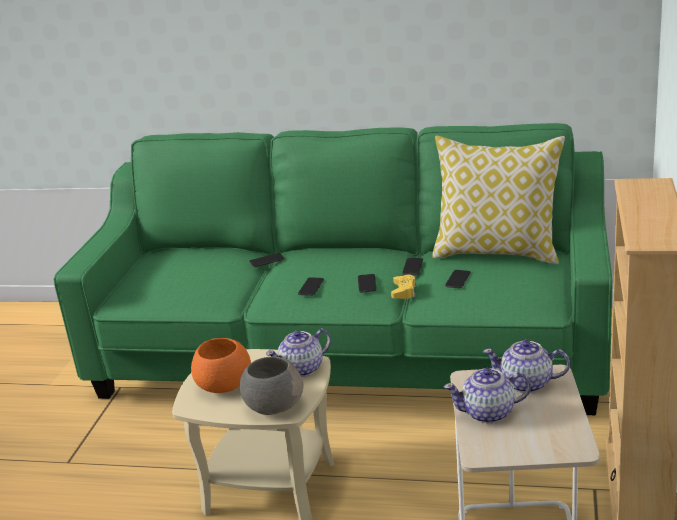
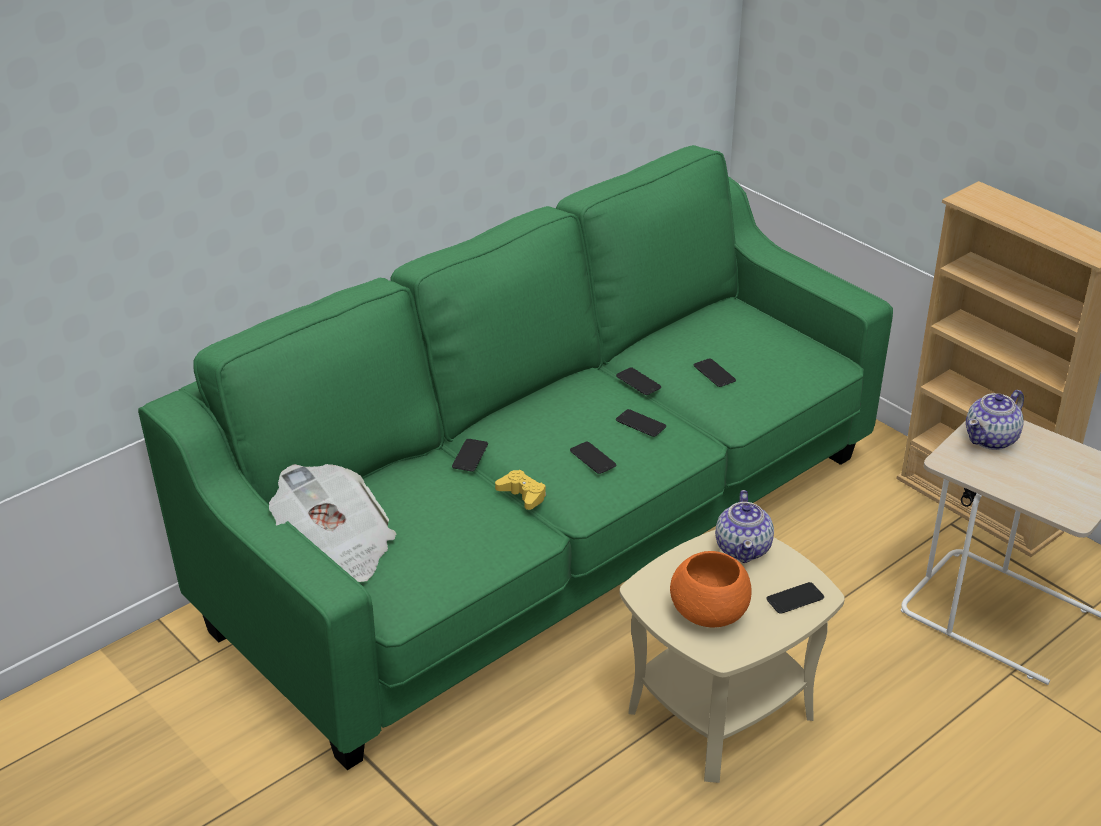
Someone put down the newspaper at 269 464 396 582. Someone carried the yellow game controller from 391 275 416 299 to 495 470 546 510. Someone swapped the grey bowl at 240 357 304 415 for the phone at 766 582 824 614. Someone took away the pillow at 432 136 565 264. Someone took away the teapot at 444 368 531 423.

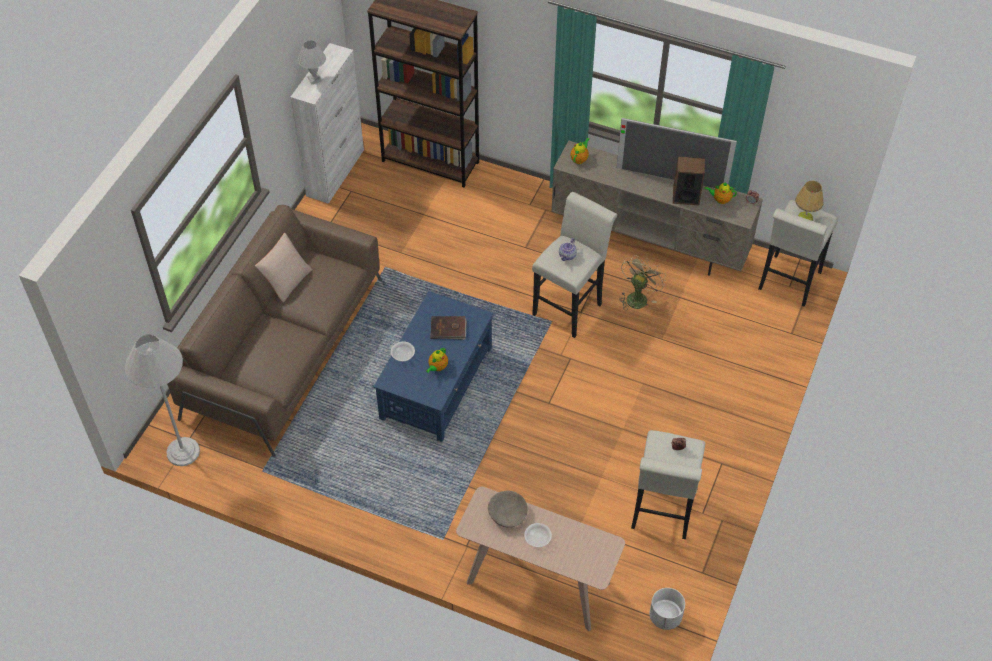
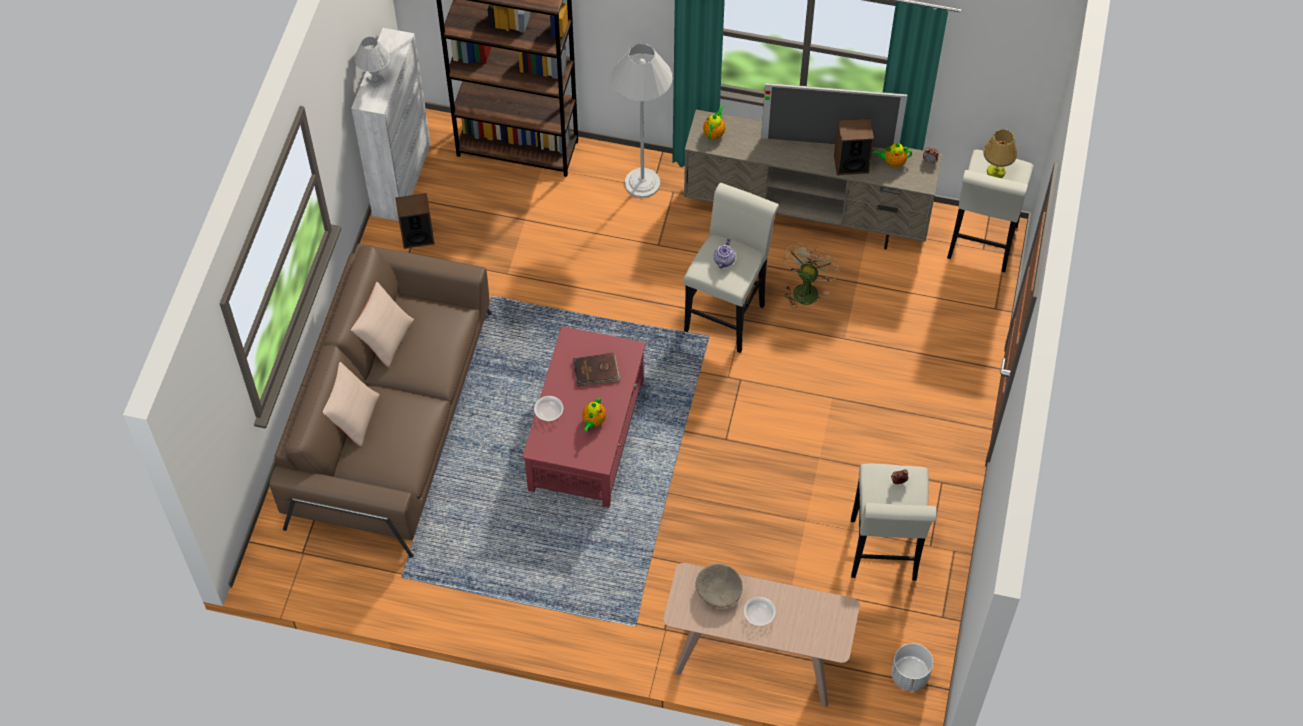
Someone put down the beige pillow at 323 362 380 446. Someone put down the speaker at 396 193 434 249. Someone repainted the blue coffee table at 373 291 493 442, which became the red coffee table at 522 326 646 507. Someone carried the white floor lamp from 125 334 200 466 to 611 43 672 198.

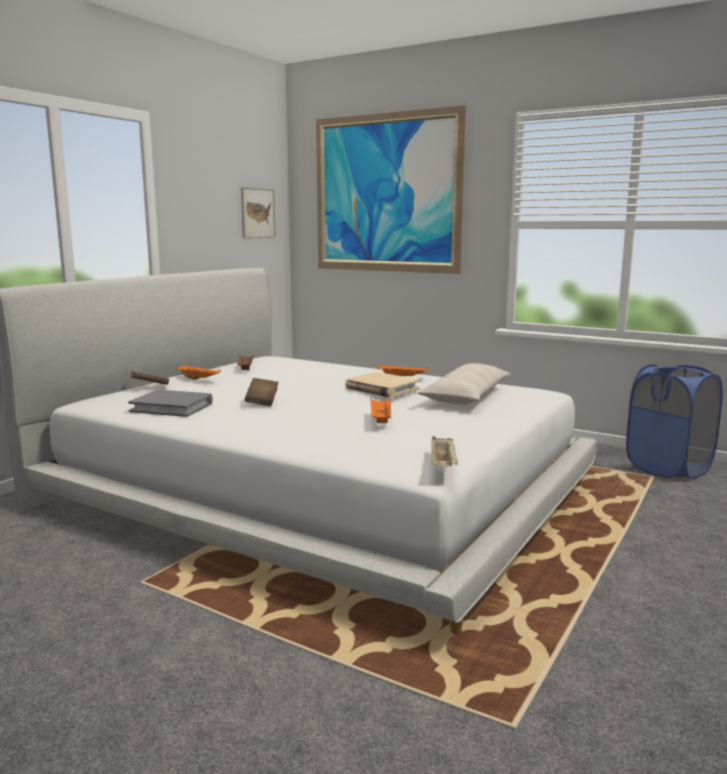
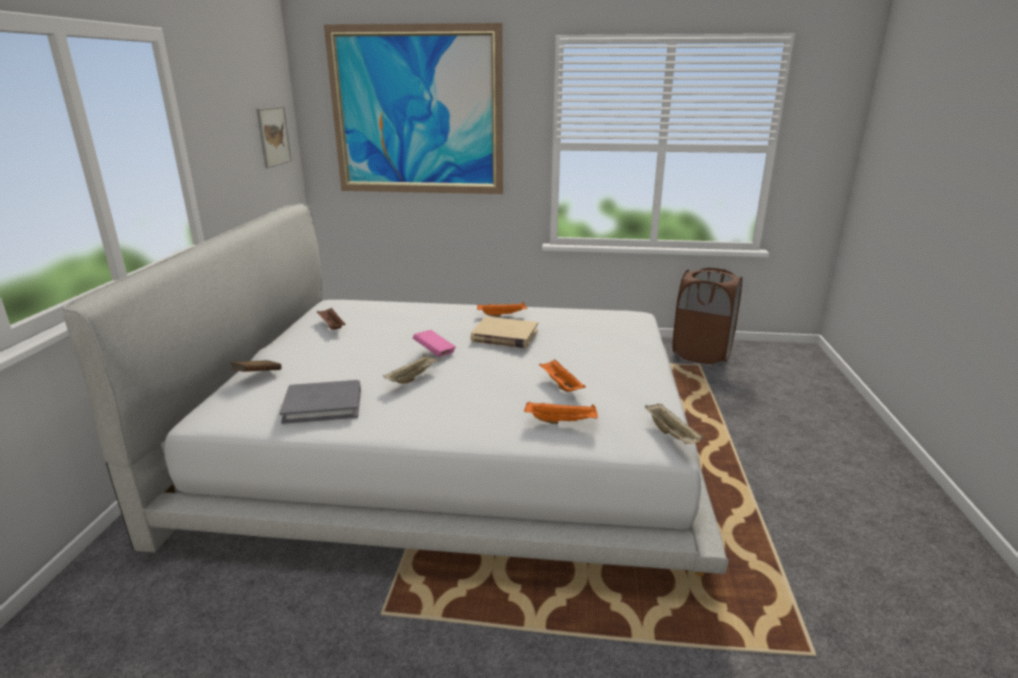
Someone swapped the brown book at 245 378 279 406 for the beige tray at 383 354 441 384. Someone put down the pink book at 413 330 456 357. Someone carried the orange tray from 176 365 221 380 to 524 402 598 424. Someone repainted the blue laundry basket at 626 364 723 479, which became the brown laundry basket at 673 268 742 364. Someone took away the beige pillow at 417 363 511 405.

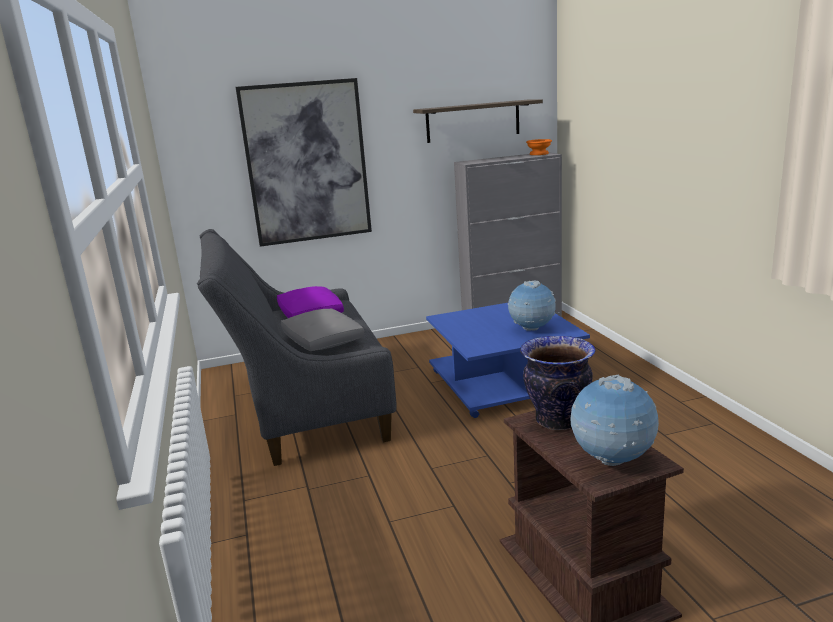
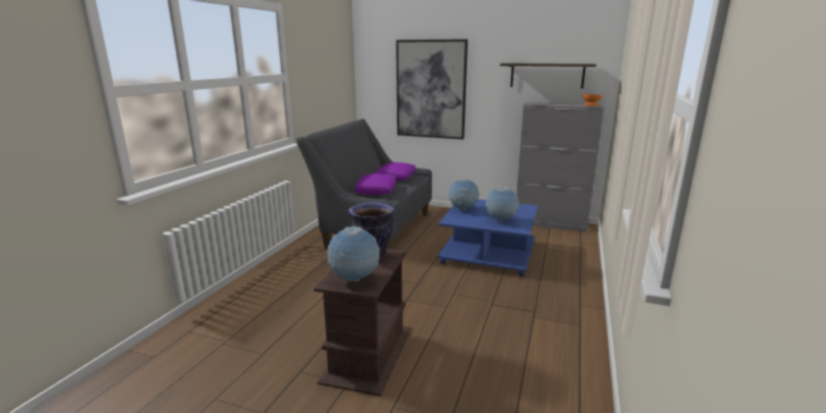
Someone repainted the grey pillow at 281 309 365 351, which became the purple pillow at 355 173 396 195. Someone put down the globe at 449 178 479 210.

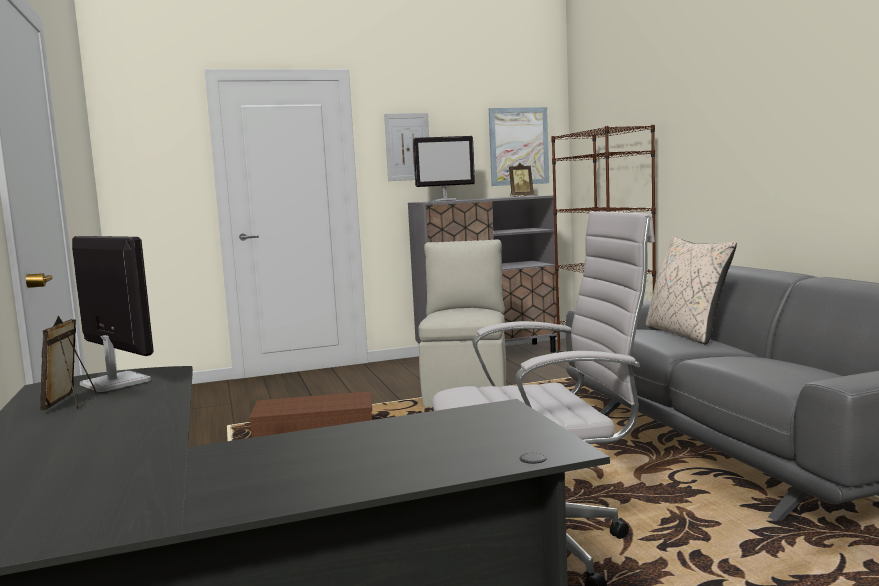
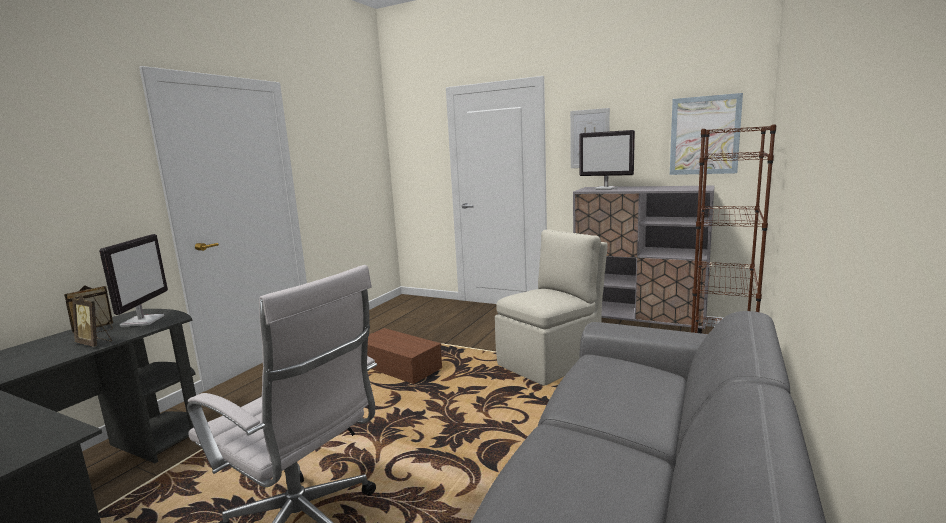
Someone carried the picture frame from 509 163 534 197 to 72 295 112 347. Someone took away the beige pillow at 646 236 737 345.

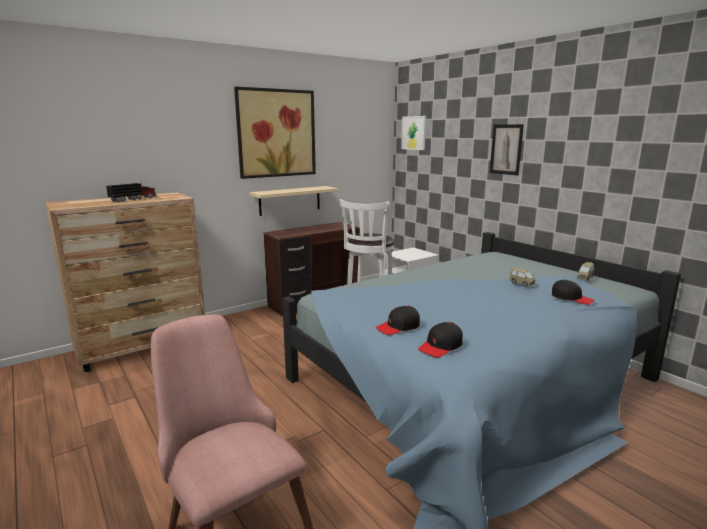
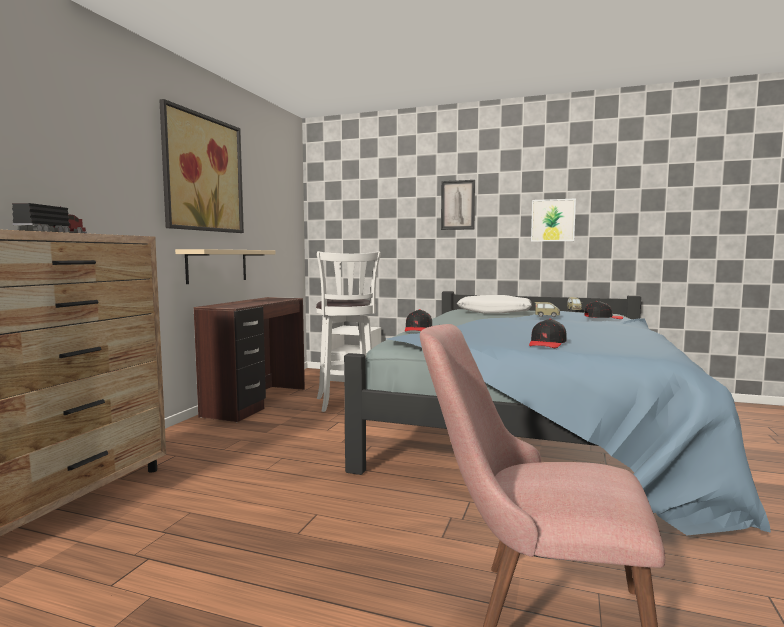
Someone carried the black cap from 418 322 463 358 to 405 309 432 331. Someone put down the white pillow at 457 295 532 314. Someone carried the picture from 401 116 426 150 to 531 199 576 242.

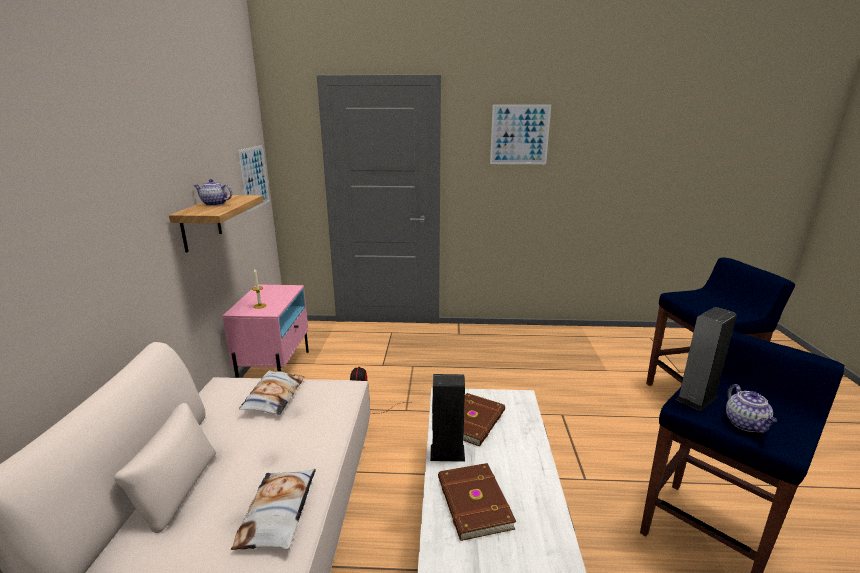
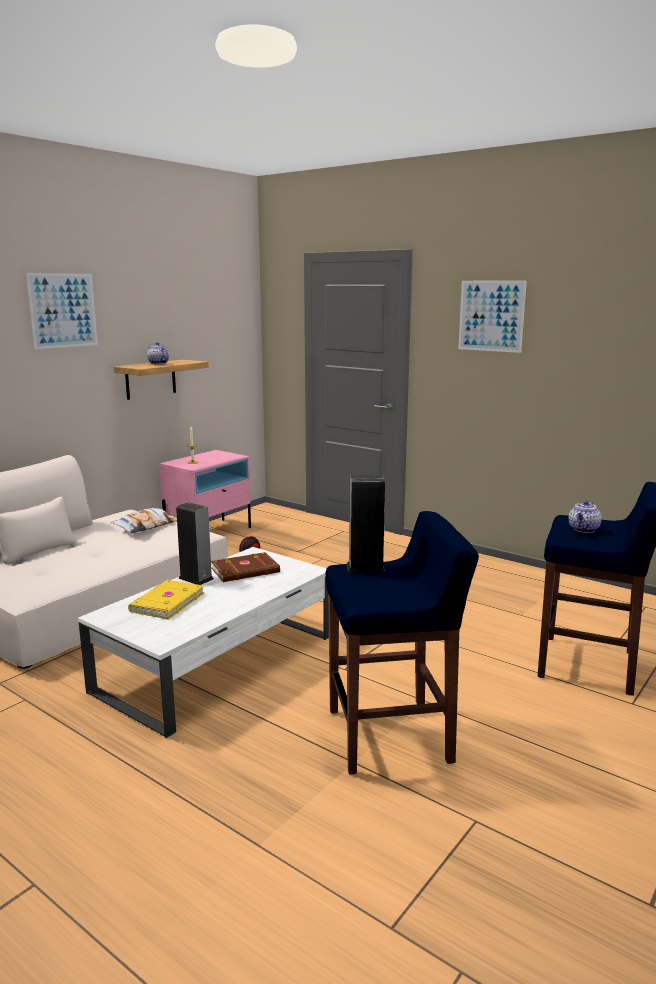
Someone carried the picture from 238 145 270 213 to 26 273 98 349. Someone repainted the brown book at 438 463 516 541, which became the yellow book at 128 580 204 620. Someone carried the teapot from 726 384 777 433 to 569 500 602 533. Someone took away the pillow at 231 469 316 550.

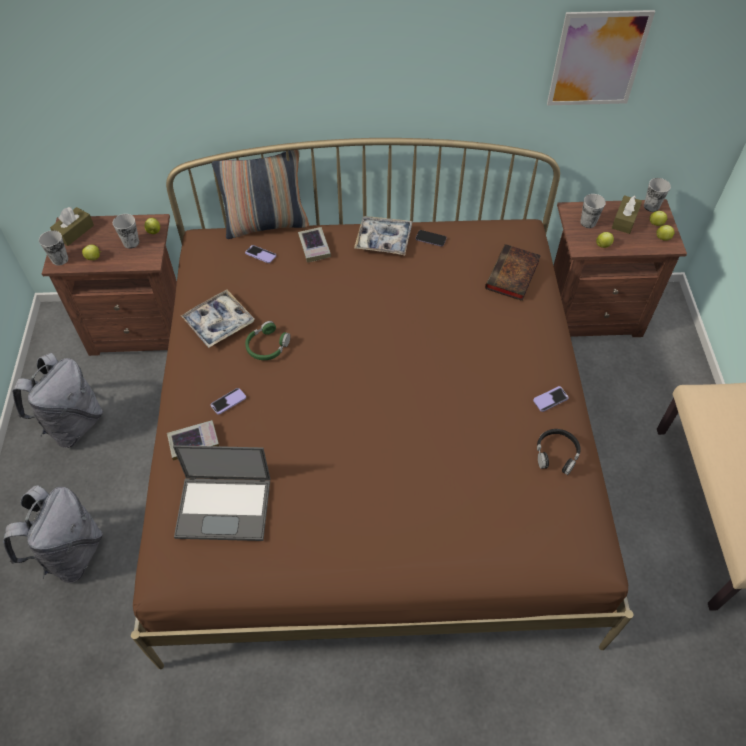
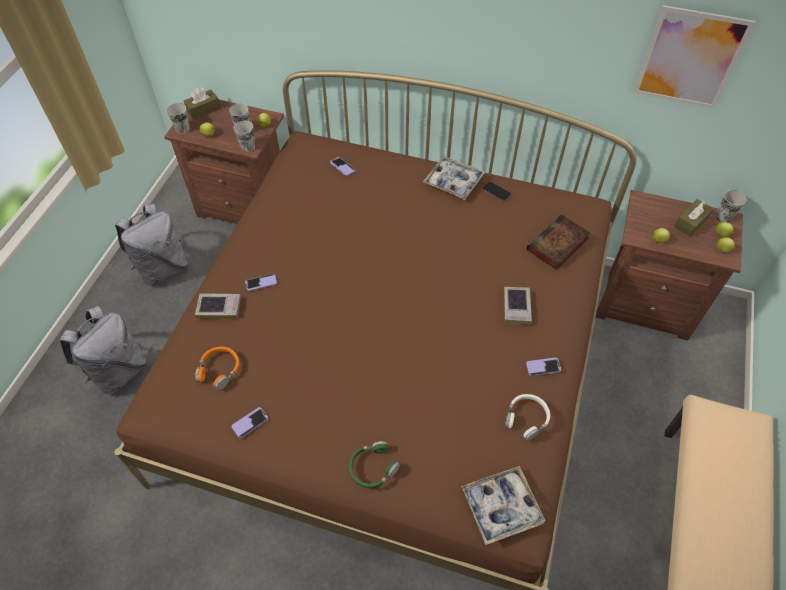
Someone swapped the laptop at 173 445 271 541 for the orange headphones at 195 347 240 390. Someone put down the phone at 232 407 268 438. Someone carried the cup from 581 194 606 228 to 234 121 255 152. Someone carried the green headphones from 245 321 291 360 to 349 441 400 488. Someone carried the tray from 181 289 255 348 to 461 466 545 545. Someone carried the book from 298 227 331 263 to 504 287 532 324. Someone repainted the black headphones at 537 429 581 475, which became the white headphones at 505 394 550 441. Someone took away the pillow at 212 150 309 239.

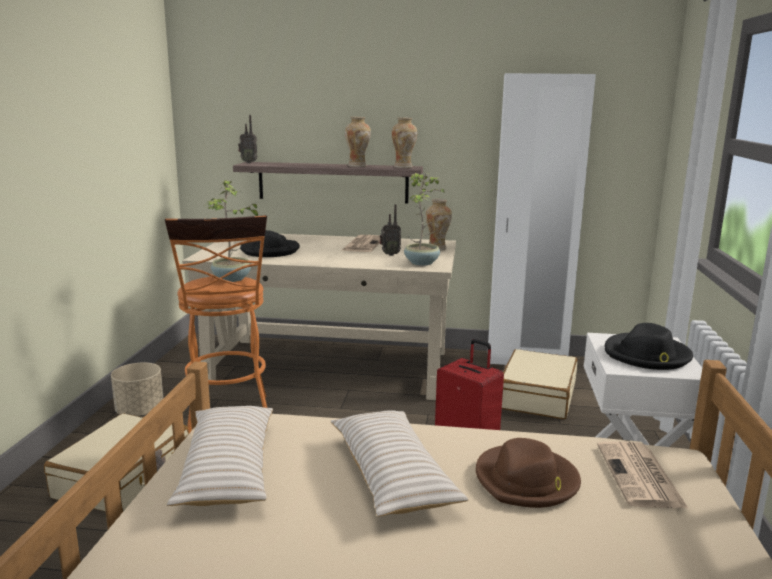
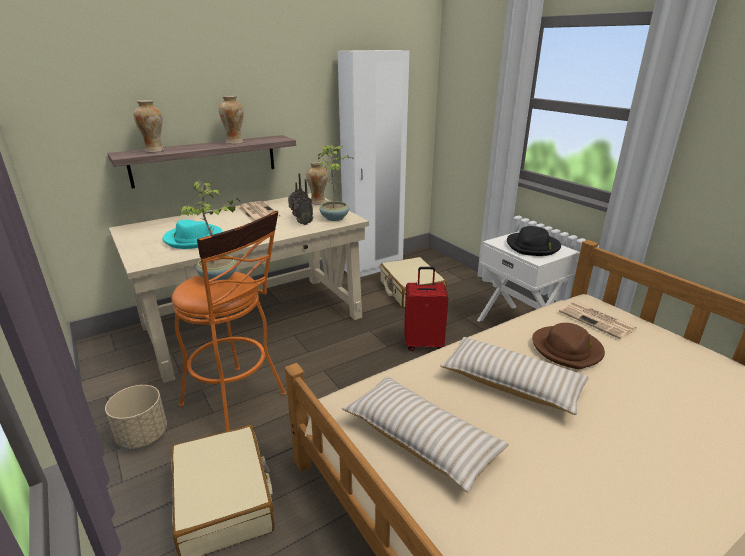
Someone carried the vase from 392 117 417 168 to 134 100 164 153. Someone repainted the black hat at 240 230 300 257, which became the turquoise hat at 163 220 223 249. Someone carried the radio from 238 115 258 163 to 294 179 313 225.

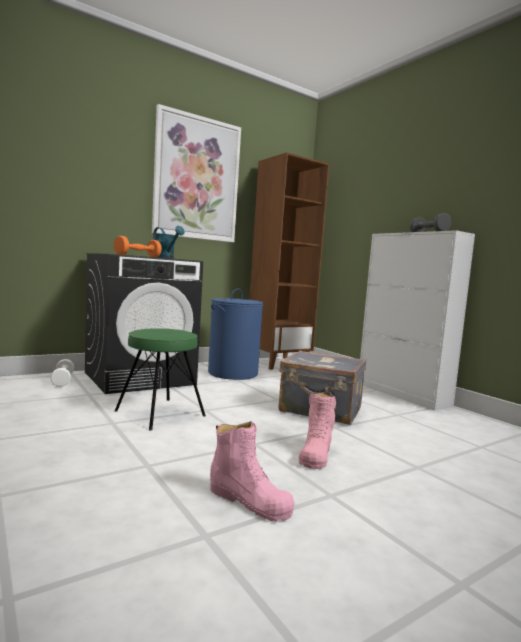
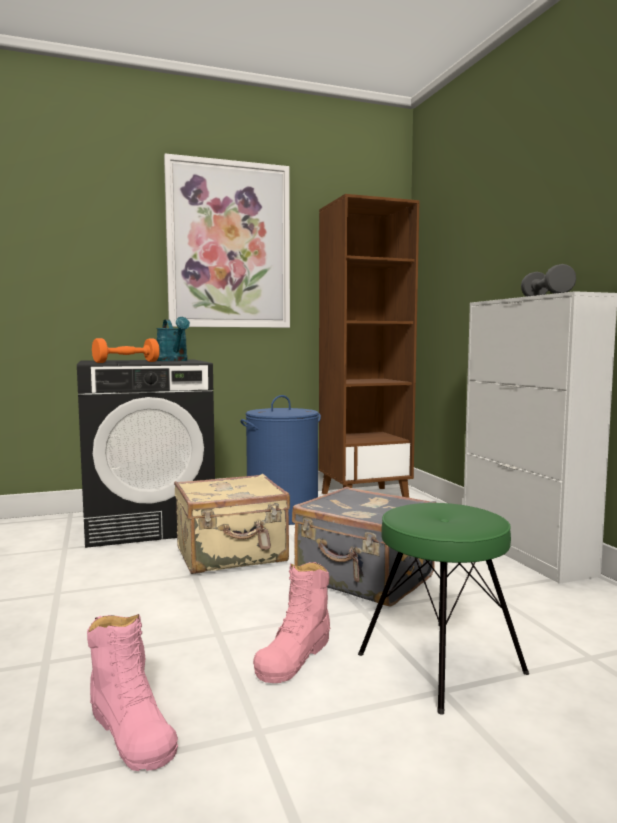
Someone put down the beige suitcase at 174 474 290 574. Someone carried the green stool from 115 328 206 430 to 358 503 529 715. Someone took away the white dumbbell at 51 359 74 387.

